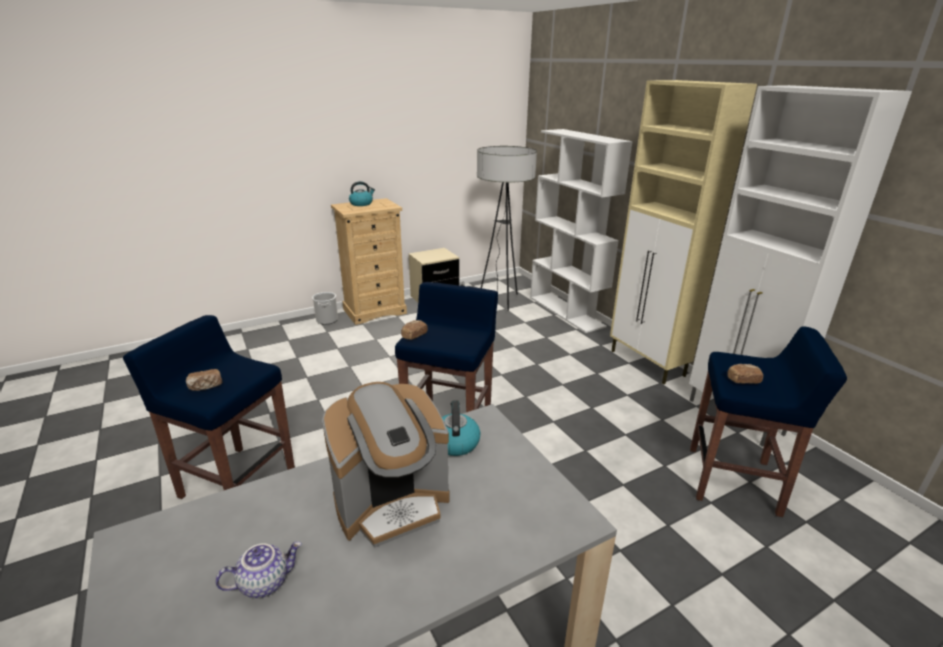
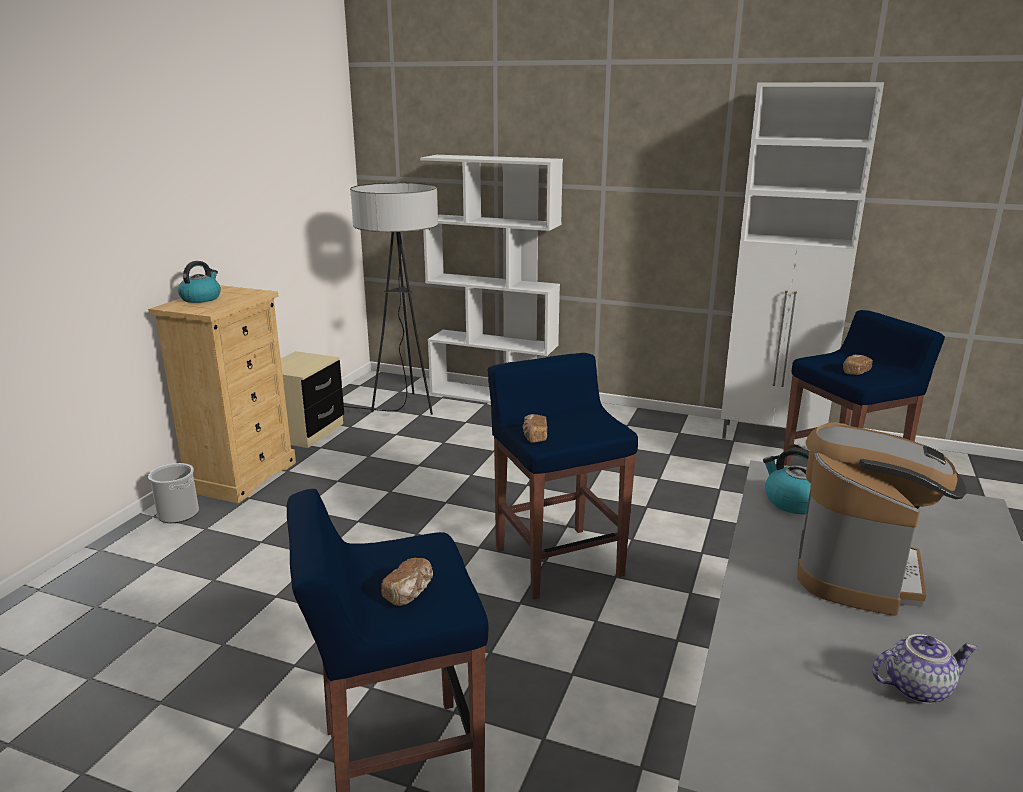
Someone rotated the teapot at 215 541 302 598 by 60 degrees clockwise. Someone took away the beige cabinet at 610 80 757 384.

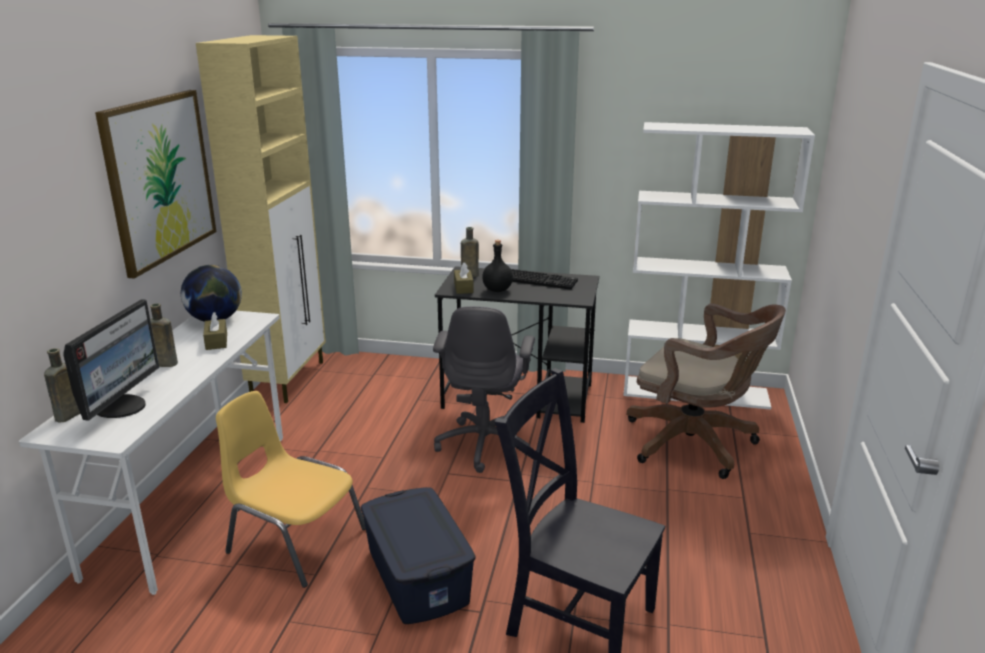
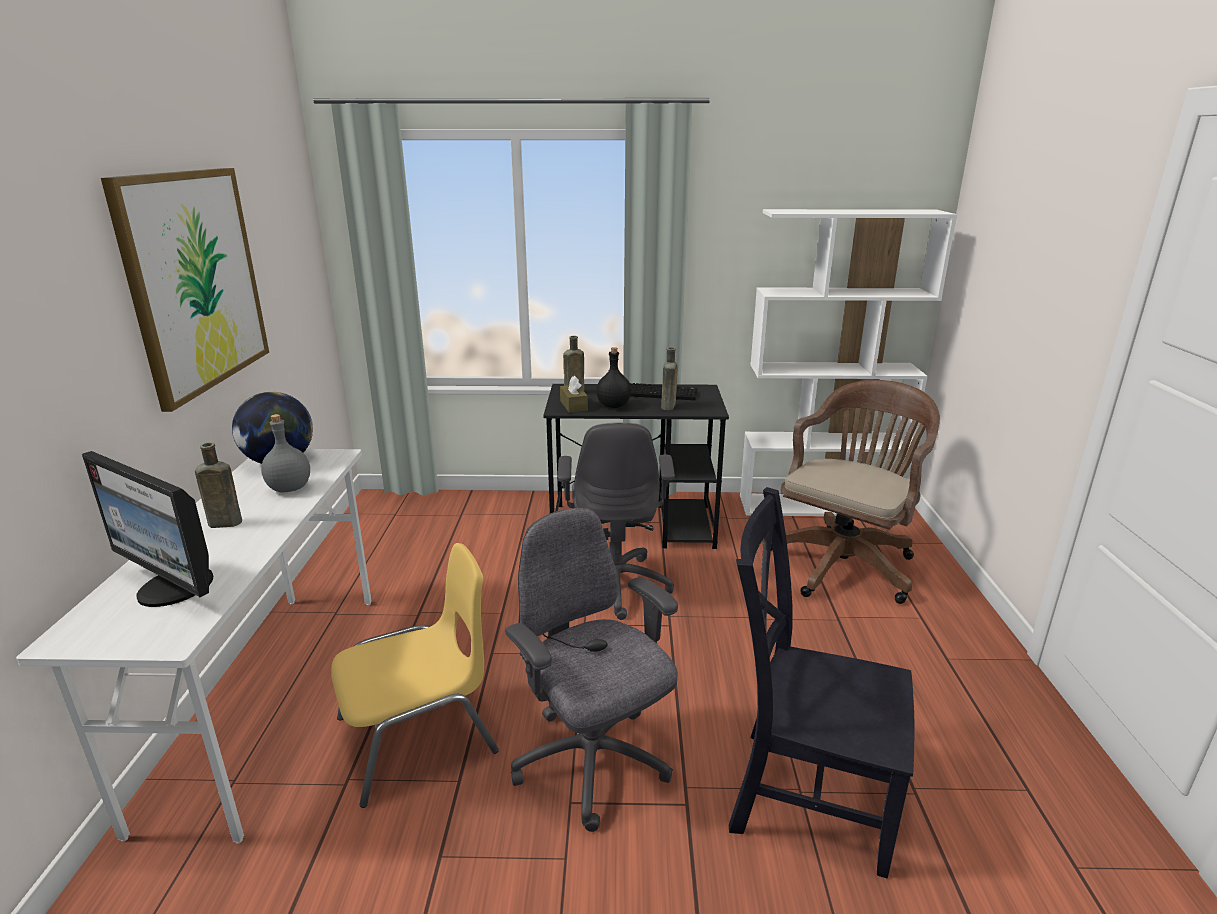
Someone rotated the monitor at 63 299 159 421 by 120 degrees clockwise. Someone swapped the brown tissue box at 203 312 227 350 for the grey bottle at 261 414 310 492. Someone rotated the yellow chair at 216 391 366 588 by 135 degrees clockwise. Someone swapped the blue storage box at 361 487 476 624 for the grey office chair at 505 508 678 832. Someone carried the brown bottle from 44 348 80 423 to 661 347 678 410. Someone rotated the brown office chair at 627 303 786 479 by 75 degrees counterclockwise. Someone took away the beige cabinet at 196 35 326 403.

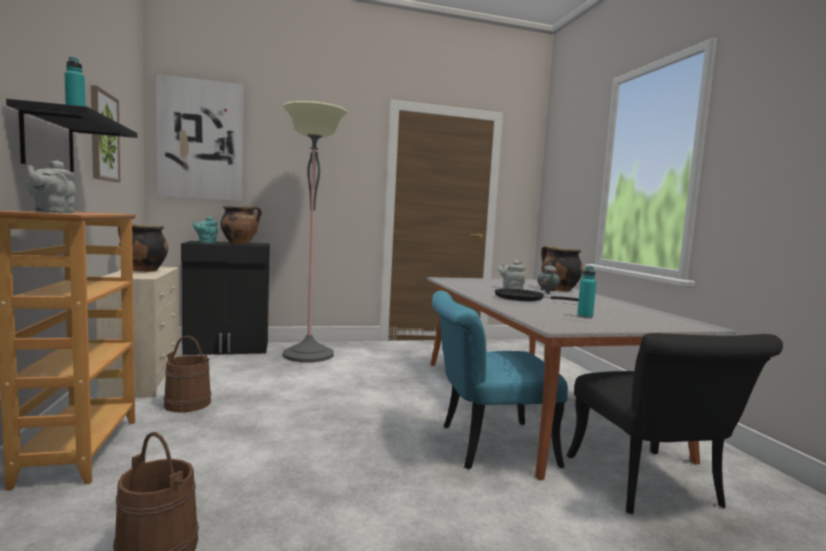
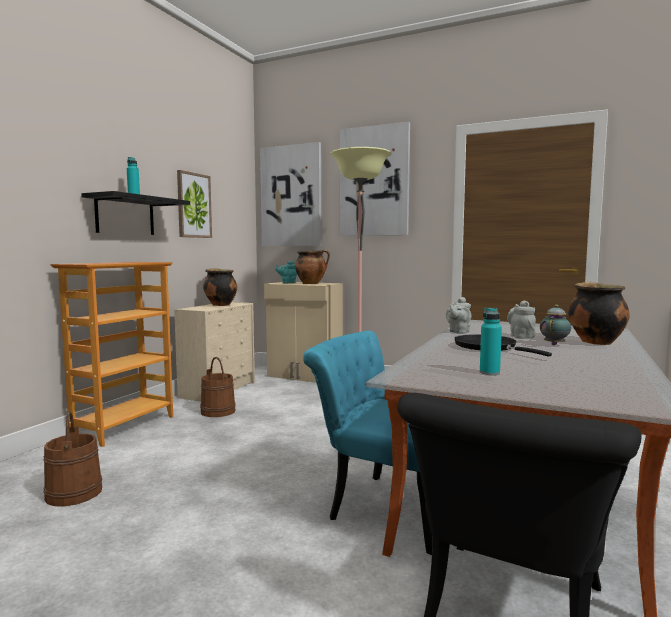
Someone repainted the black cabinet at 181 241 270 355, which became the beige cabinet at 264 282 343 383. Someone put up the picture at 339 122 410 236. Someone carried the grey teapot from 27 160 76 213 to 446 297 472 334.

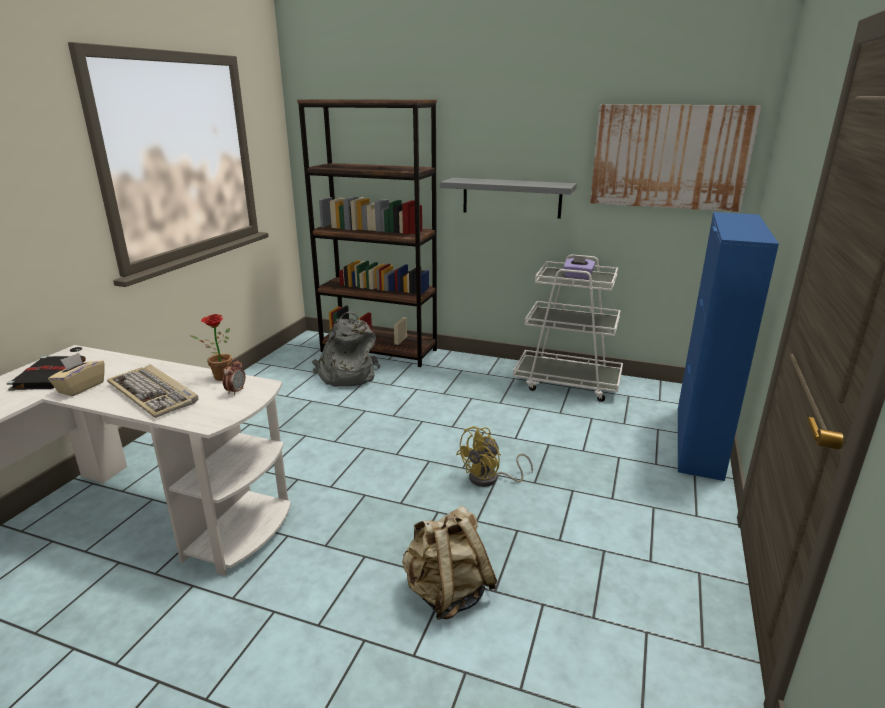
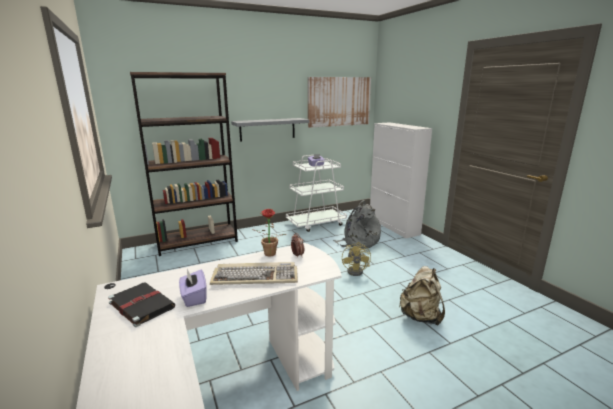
Someone repainted the beige tissue box at 48 353 104 396, which became the purple tissue box at 179 269 207 307. Someone carried the grey backpack from 312 311 380 387 to 333 200 381 249. Someone repainted the blue cabinet at 678 212 779 481, which became the white cabinet at 370 122 432 238.

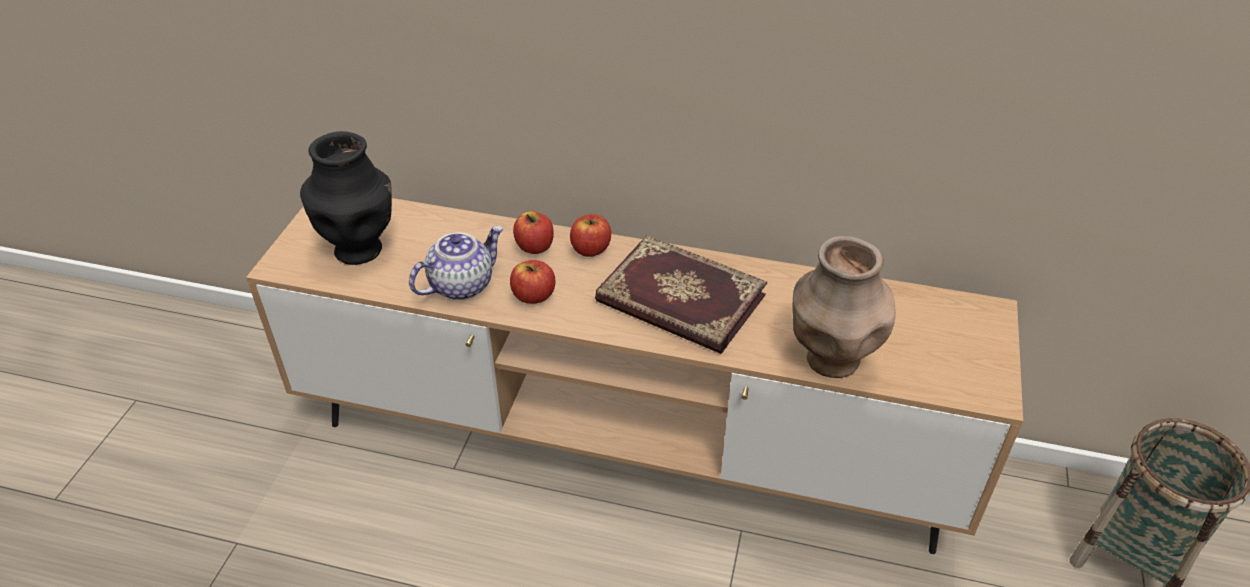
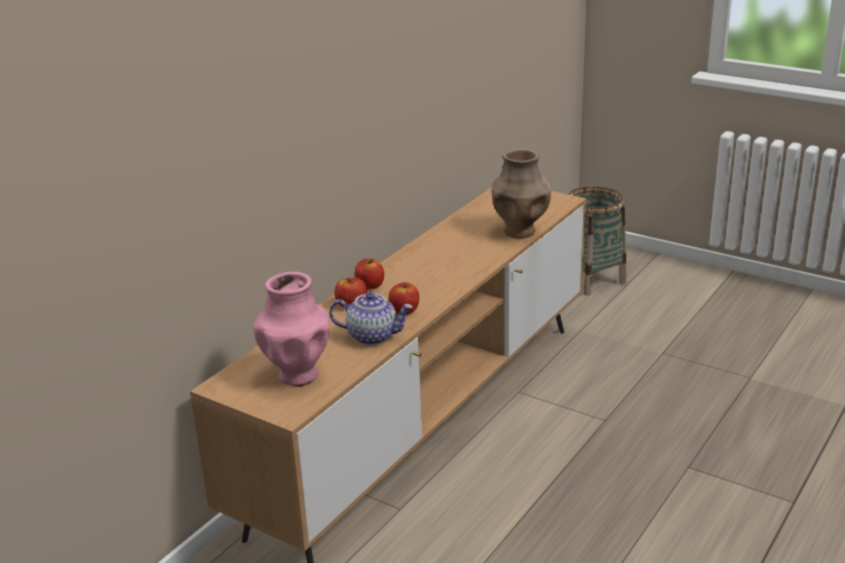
Someone repainted the black vase at 300 131 392 265, which became the pink vase at 253 272 330 386. Someone rotated the teapot at 409 226 504 300 by 120 degrees clockwise. Someone took away the book at 595 235 767 354.

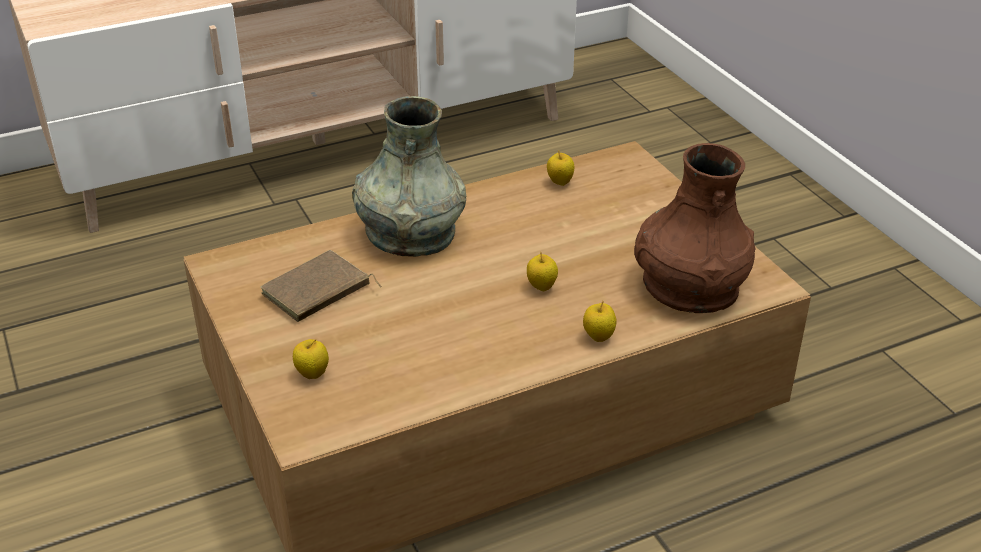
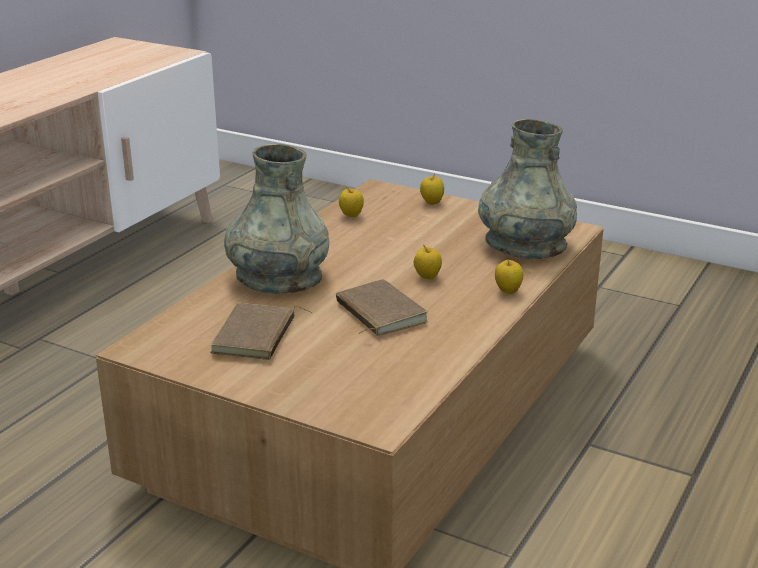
Someone put down the brown book at 336 279 428 336. Someone carried the apple from 293 339 329 379 to 420 174 444 205. Someone repainted the brown vase at 634 143 755 313, which became the grey vase at 478 119 577 259.

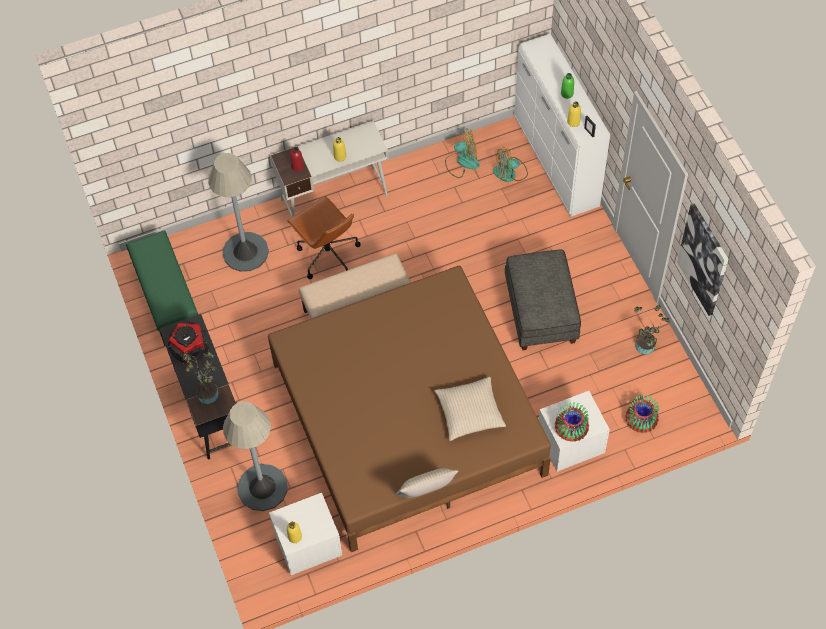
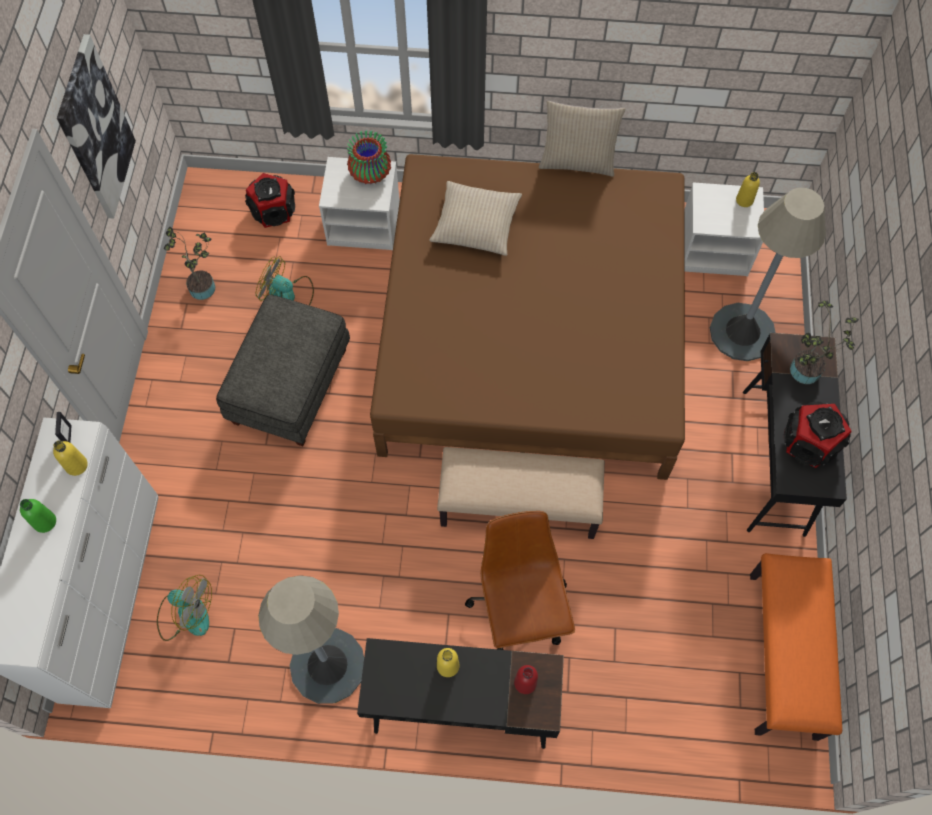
Someone swapped the vase at 626 395 659 433 for the speaker at 245 173 295 228. Someone carried the fan from 445 128 479 178 to 256 256 314 306. Someone carried the grey floor lamp from 208 153 269 272 to 258 575 364 704. Someone repainted the white desk at 271 121 389 217, which became the black desk at 357 638 564 749. Someone repainted the green bench at 126 230 198 346, which became the orange bench at 750 553 842 741.

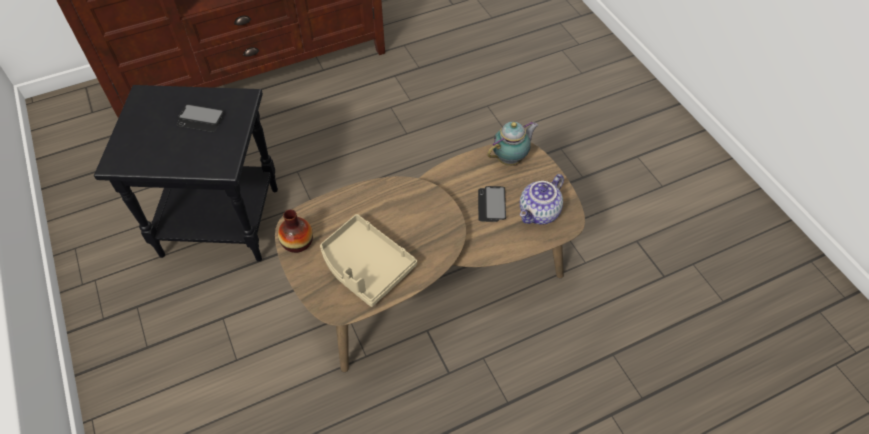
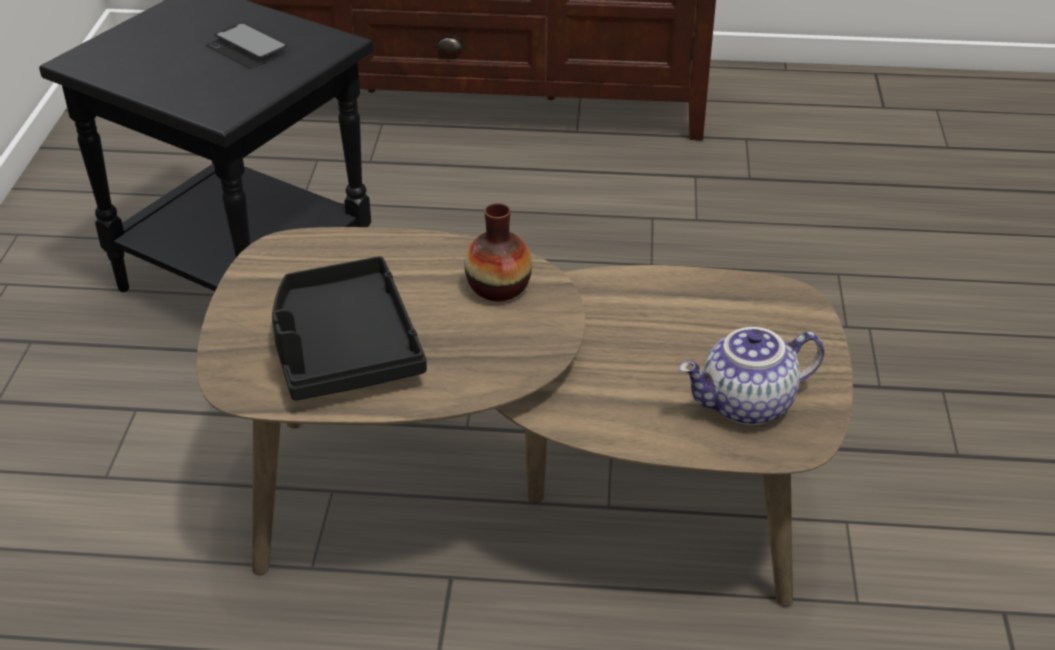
Someone repainted the beige tray at 320 214 417 307, which became the black tray at 272 256 427 401. Someone carried the vase from 278 209 313 253 to 464 203 532 301. Someone took away the phone at 478 186 506 222. Someone took away the teapot at 487 121 538 166.

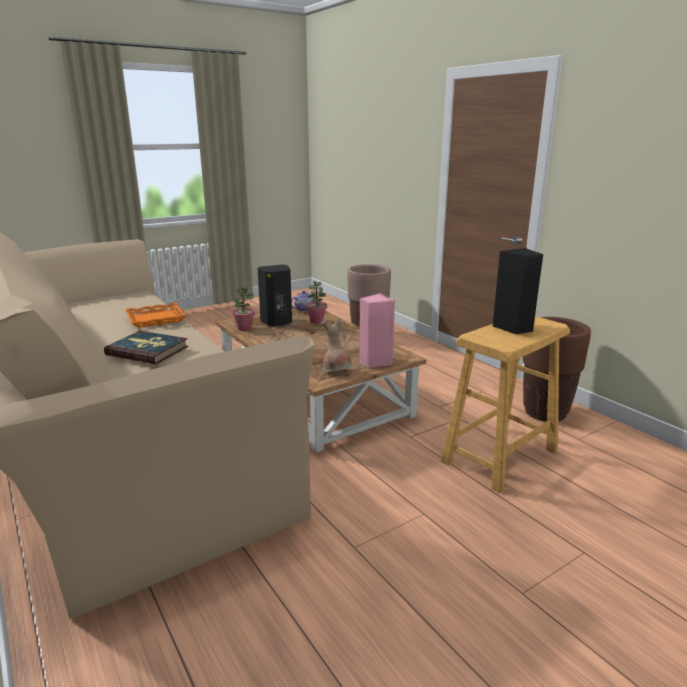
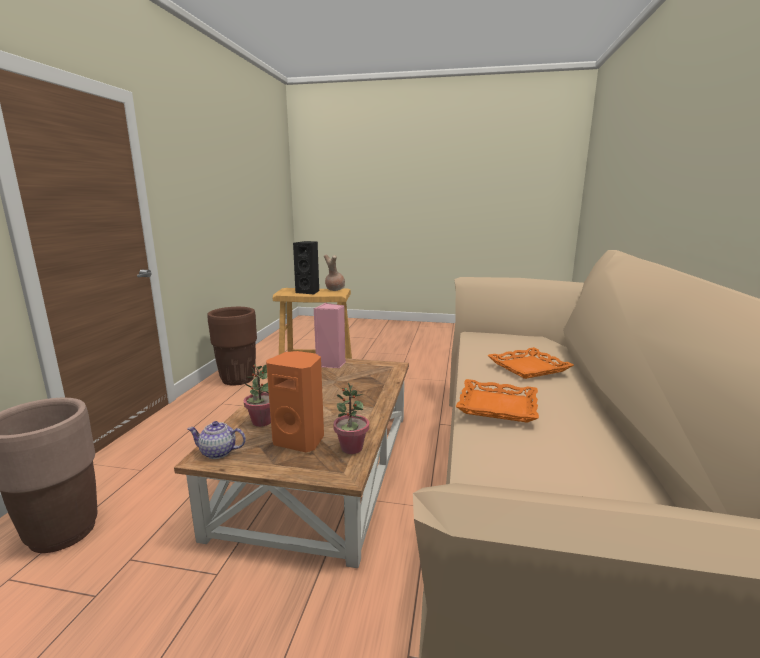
Someone repainted the black speaker at 257 264 292 327, which became the orange speaker at 266 351 324 452. Someone carried the brown vase from 321 318 352 372 to 323 254 345 291. Someone swapped the book at 104 331 188 364 for the orange tray at 487 347 574 379.

